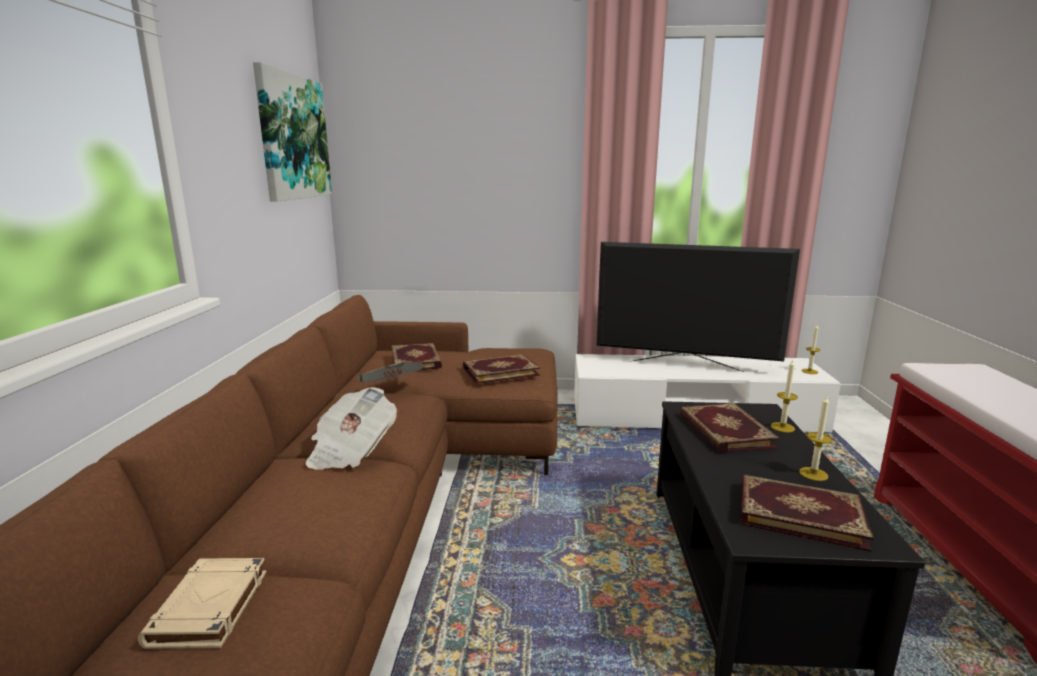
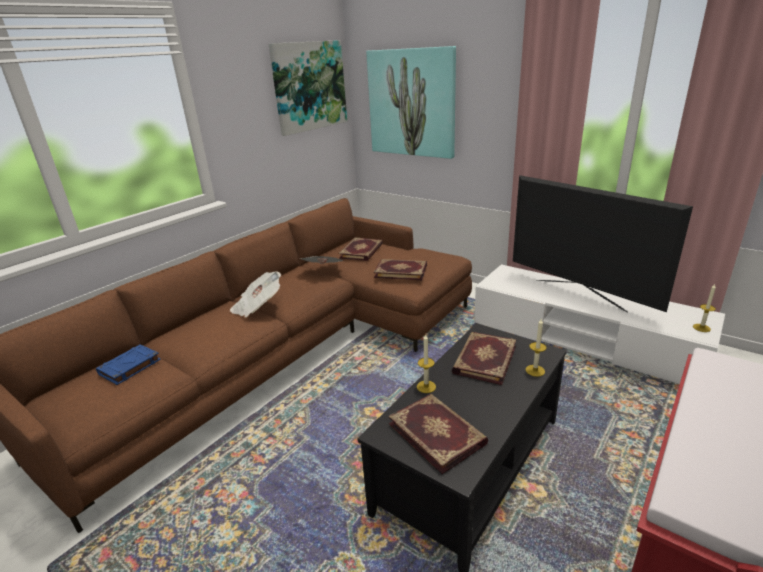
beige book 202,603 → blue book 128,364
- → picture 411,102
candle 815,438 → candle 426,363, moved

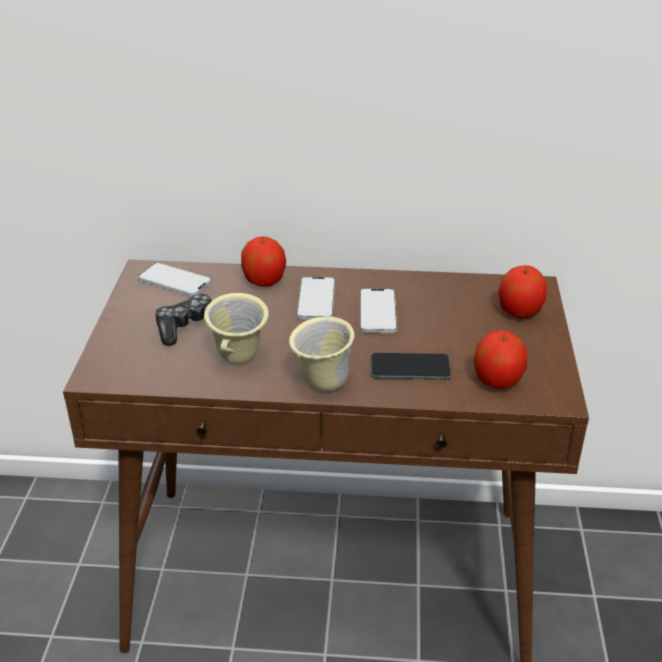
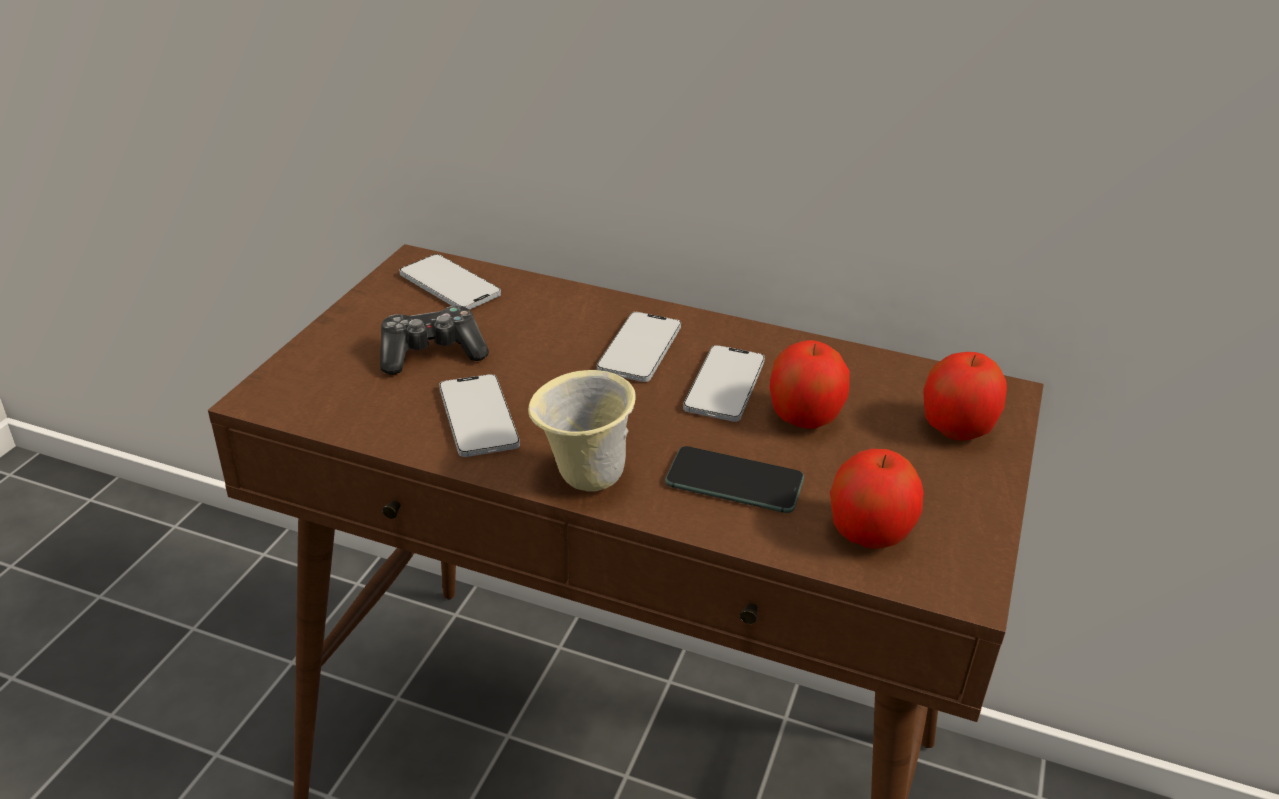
beige mug 236,328 → phone 479,415
apple 263,261 → apple 810,384, moved

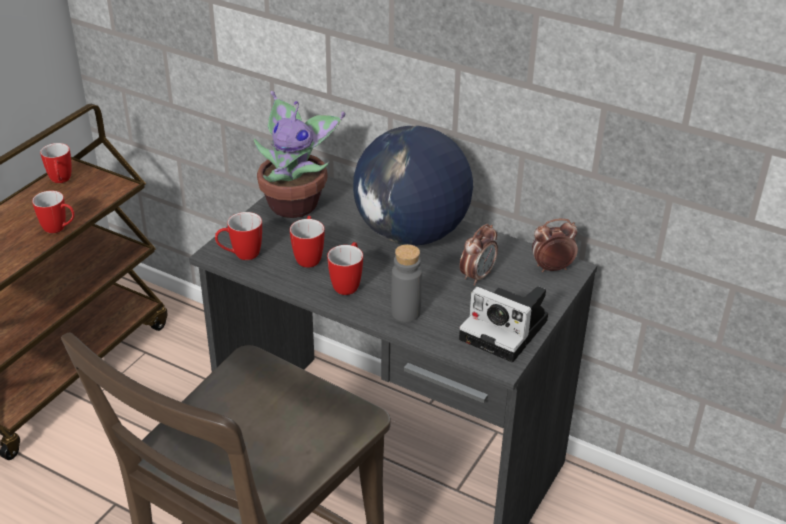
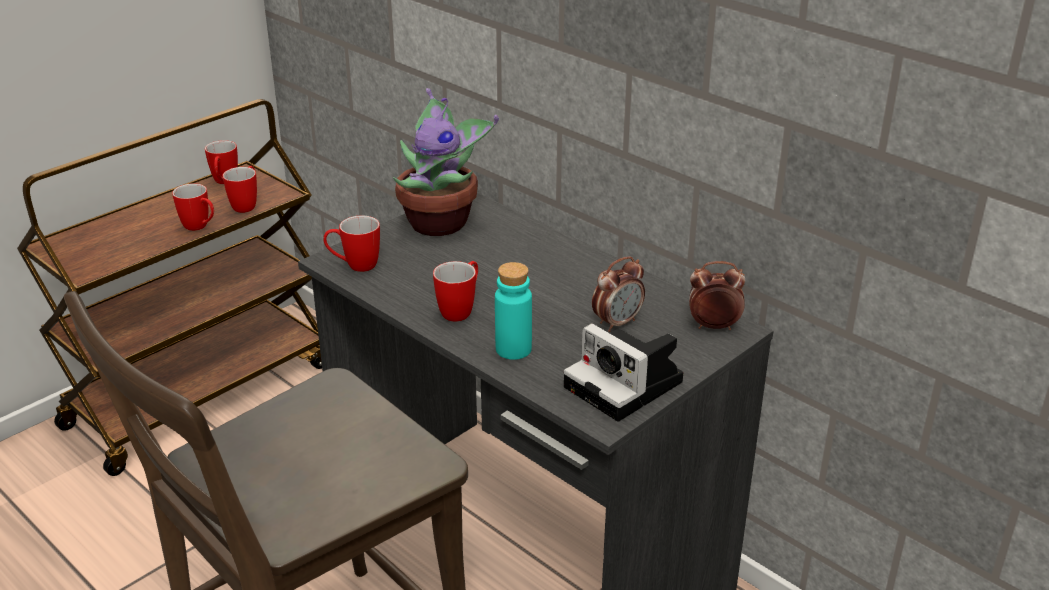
mug 307,242 → mug 239,189, moved
grey bottle 406,283 → turquoise bottle 513,311
globe 413,185 → -

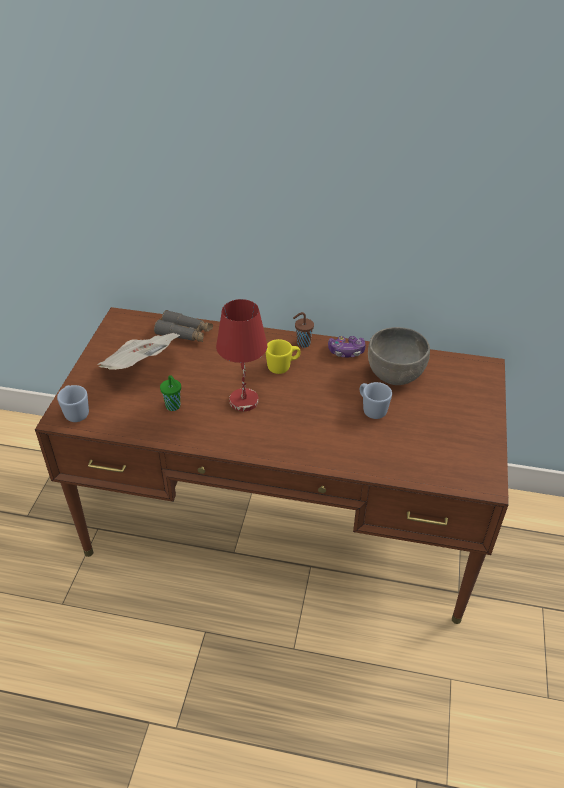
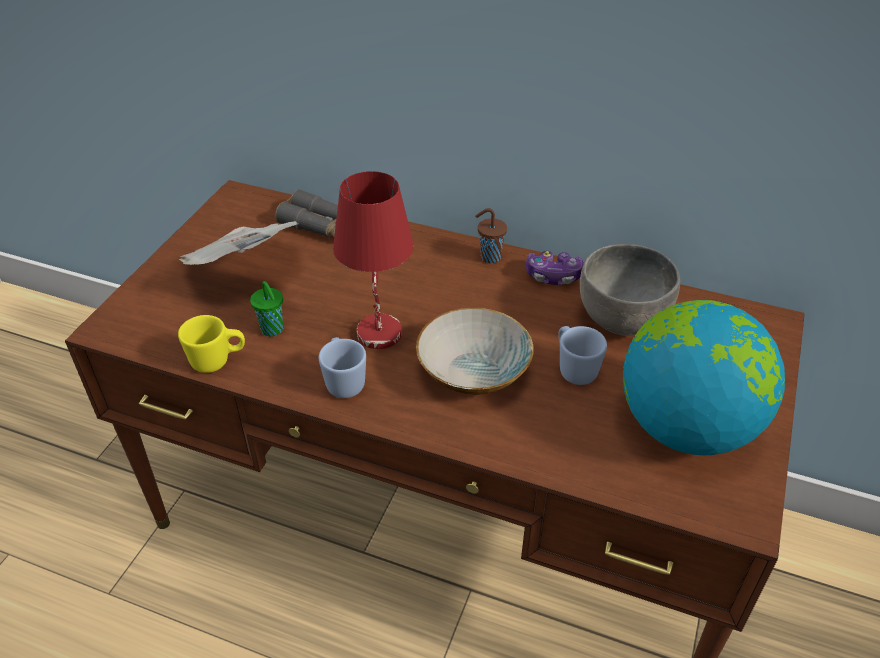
yellow mug 283,356 → yellow mug 211,344, moved
blue mug 73,403 → blue mug 342,367, moved
- → bowl 474,351
- → globe 704,377

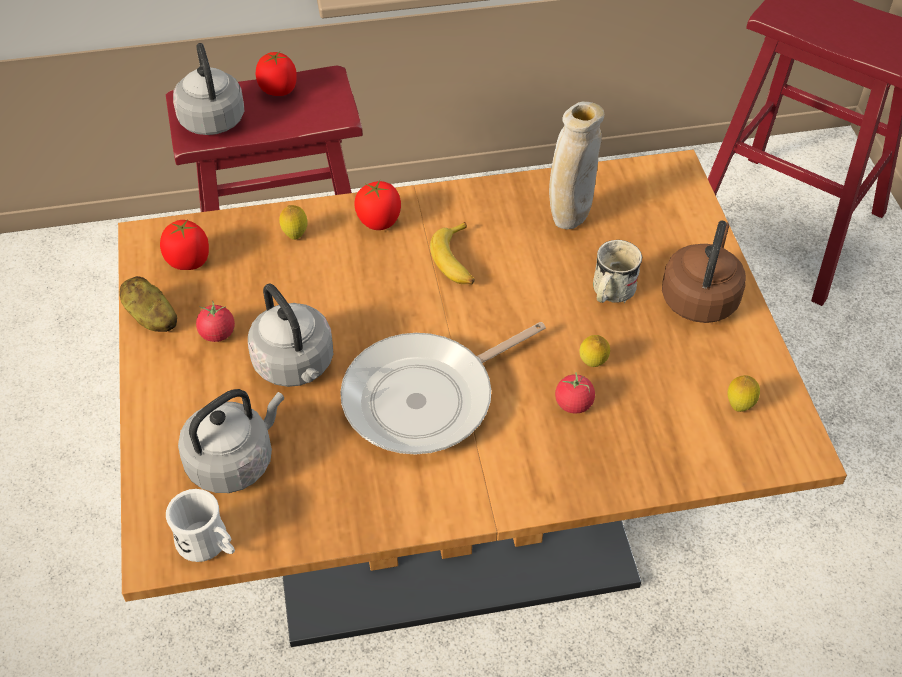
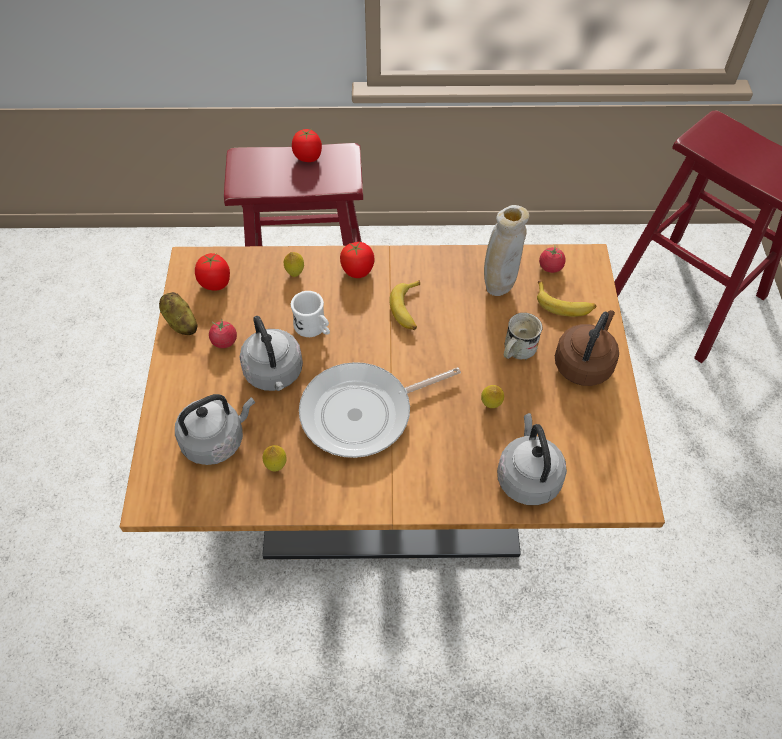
lemon 744,393 → lemon 274,458, moved
white mug 200,525 → white mug 310,314, moved
grey kettle 208,89 → grey kettle 532,459, moved
- → banana 566,299
tomato 575,393 → tomato 552,259, moved

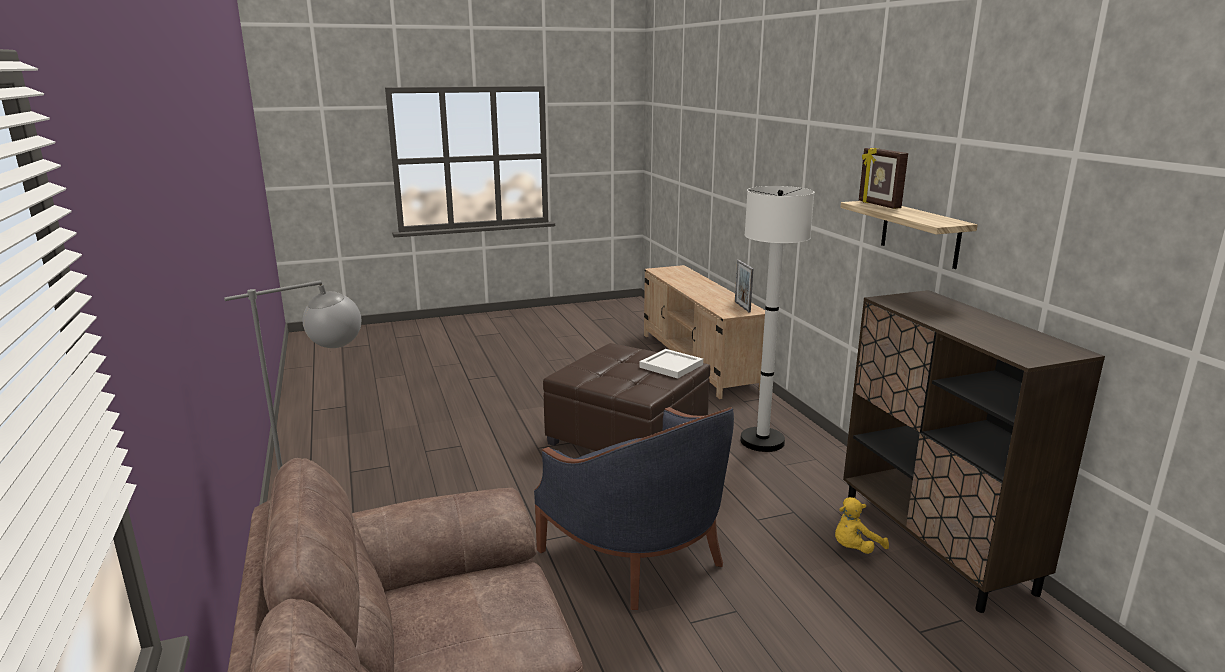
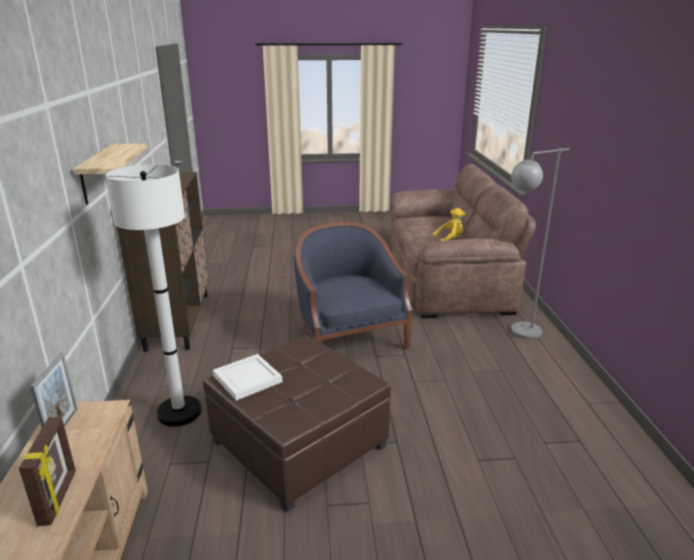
picture frame 883,178 → picture frame 47,471, moved
yellow plush toy 862,525 → yellow plush toy 448,224, moved

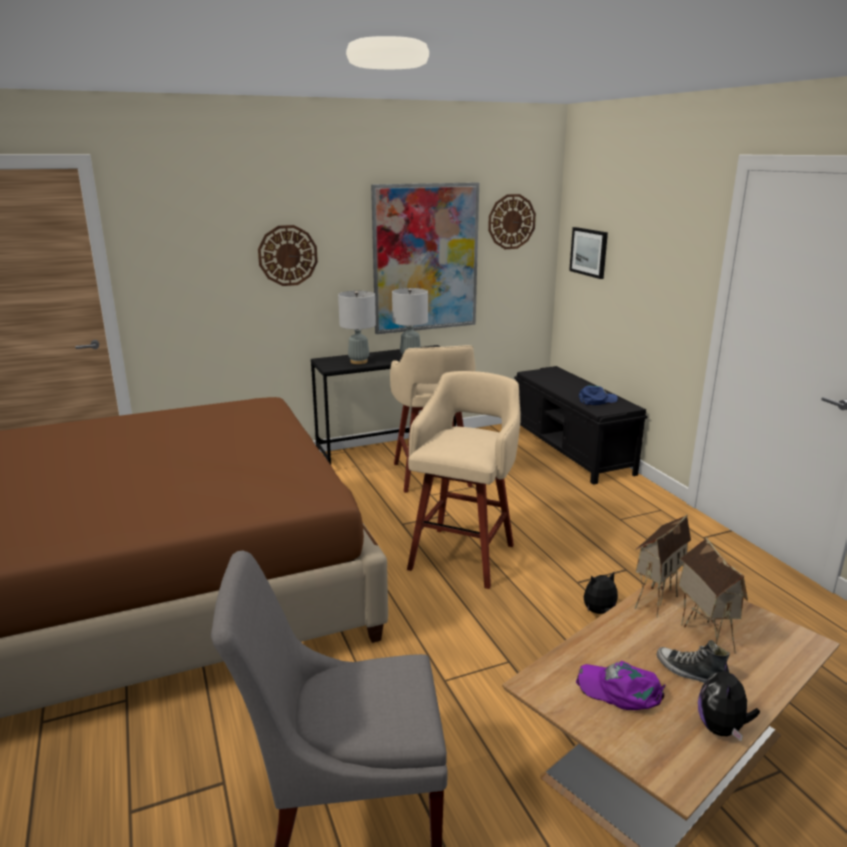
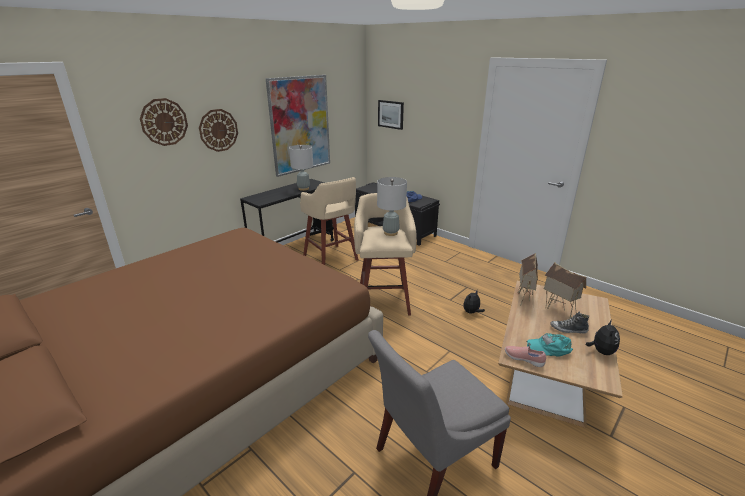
wall clock 512,221 → wall clock 164,122, moved
grey table lamp 357,327 → grey table lamp 392,206, moved
- → pink shoe 525,356
purple cap 621,685 → turquoise cap 550,345
plush toy 729,700 → plush toy 603,337, 150 degrees counterclockwise

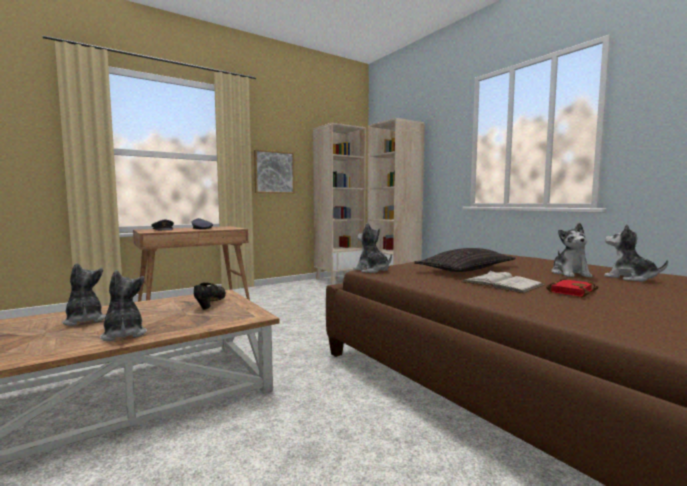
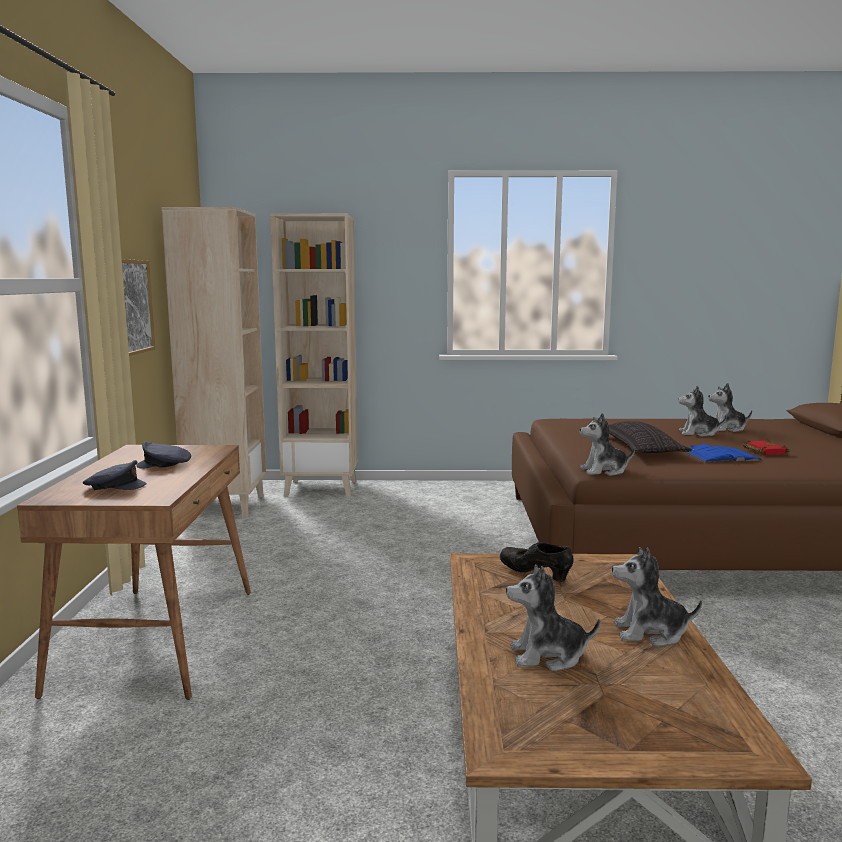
plush toy 571,250 → plush toy 702,411, 150 degrees clockwise
white book 502,281 → blue book 723,453

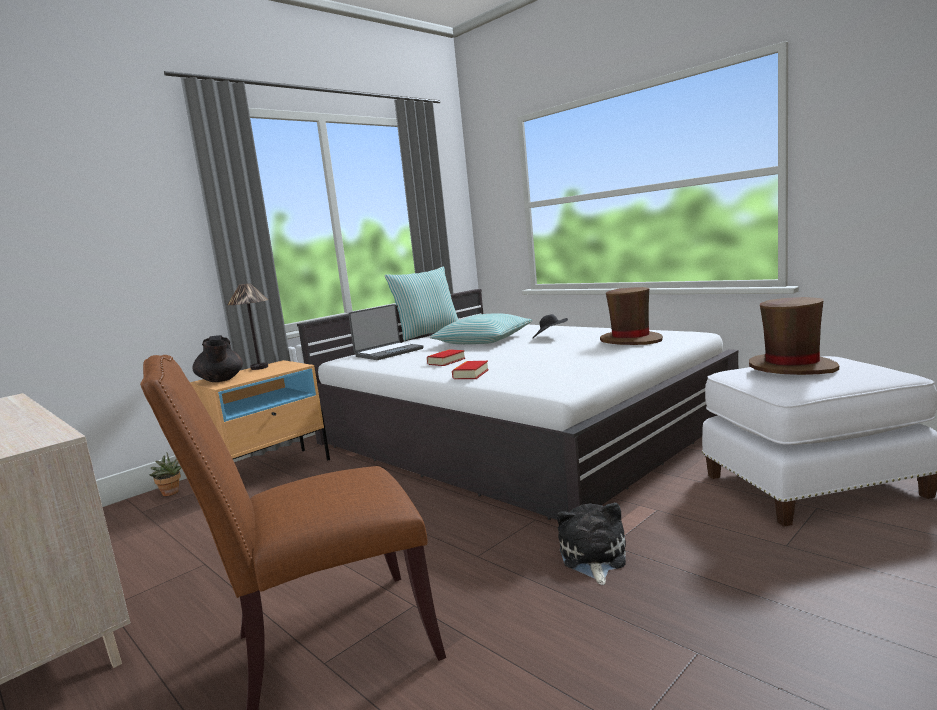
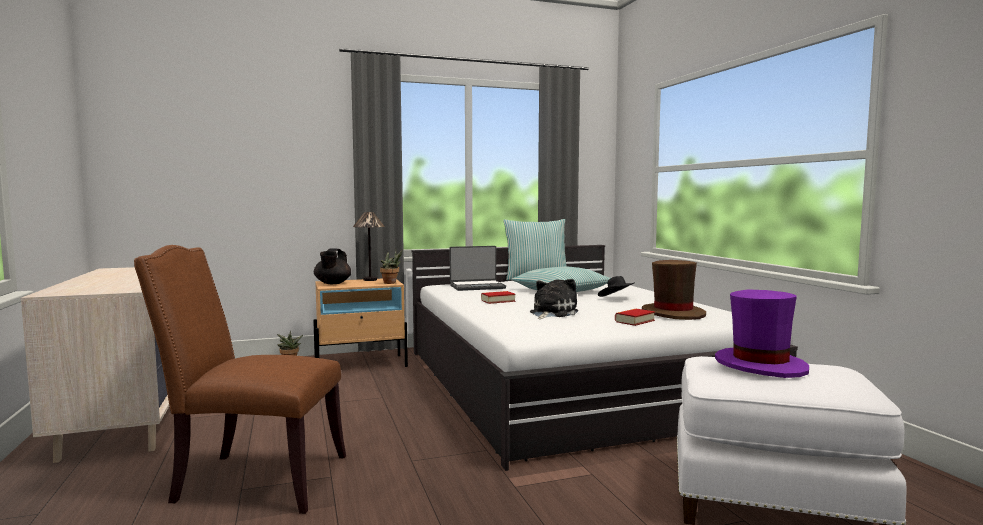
- → potted plant 391,267
plush toy 591,544 → plush toy 554,299, moved
book 470,370 → book 635,317, moved
brown hat 794,336 → purple hat 762,333

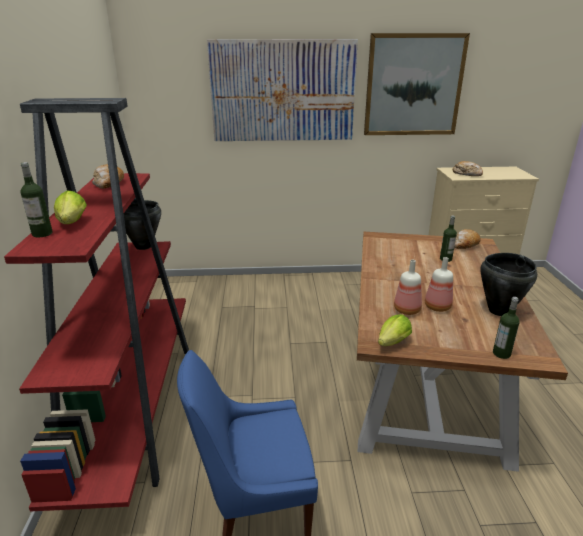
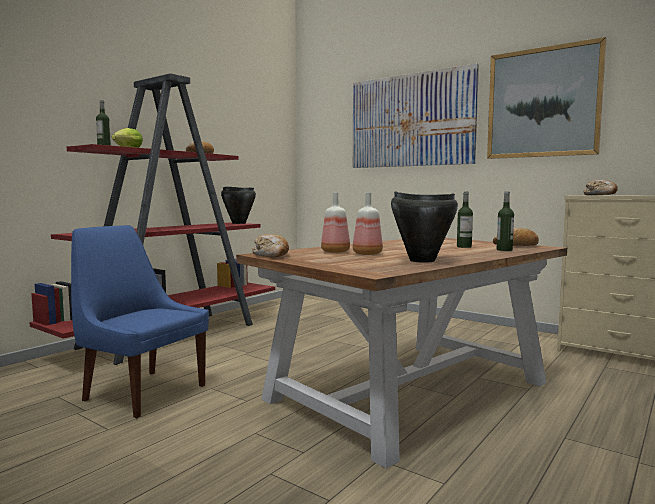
lettuce 395,330 → bread 270,245
bottle 506,328 → bottle 505,221, moved

